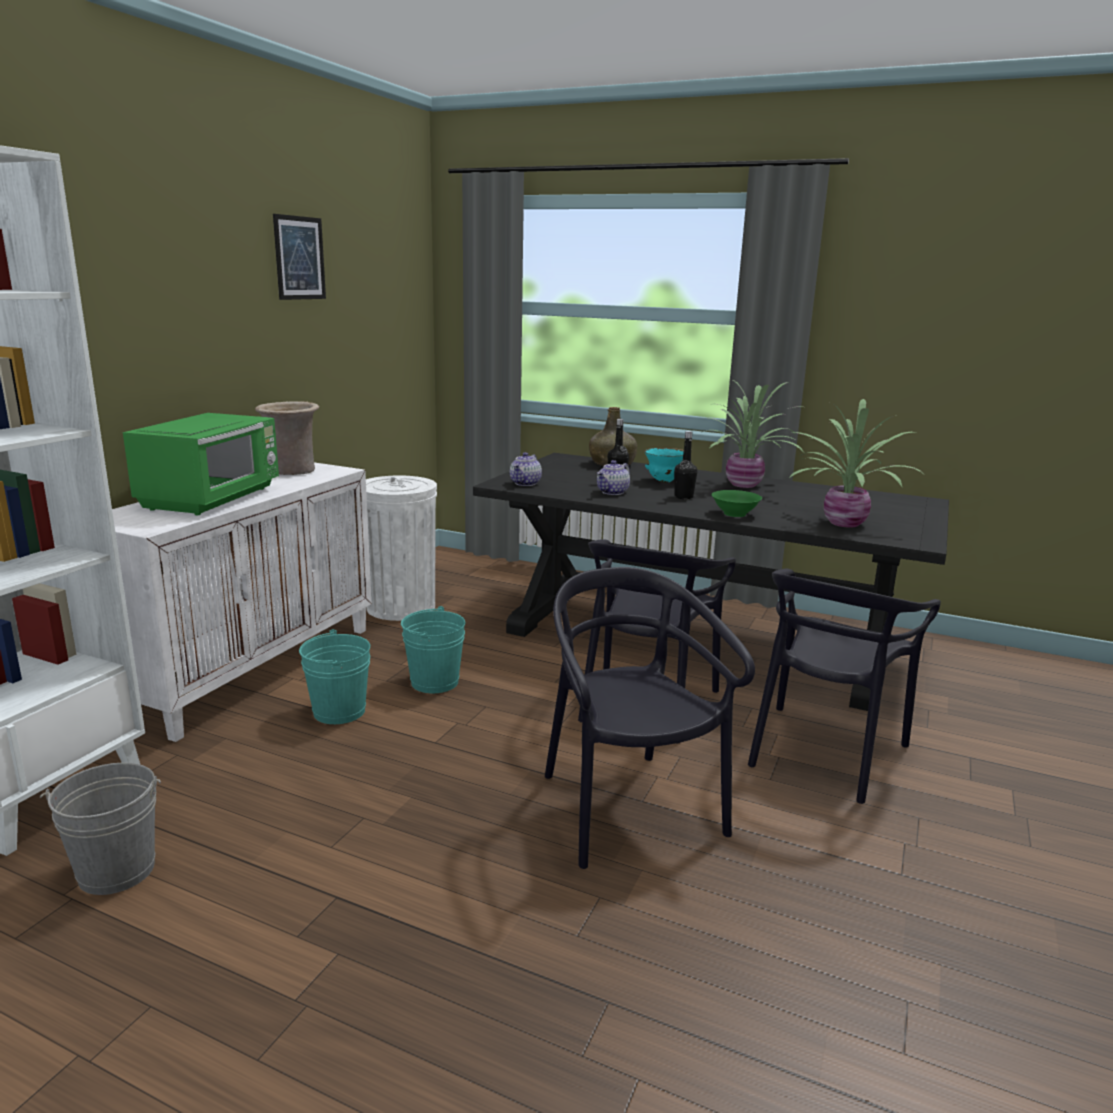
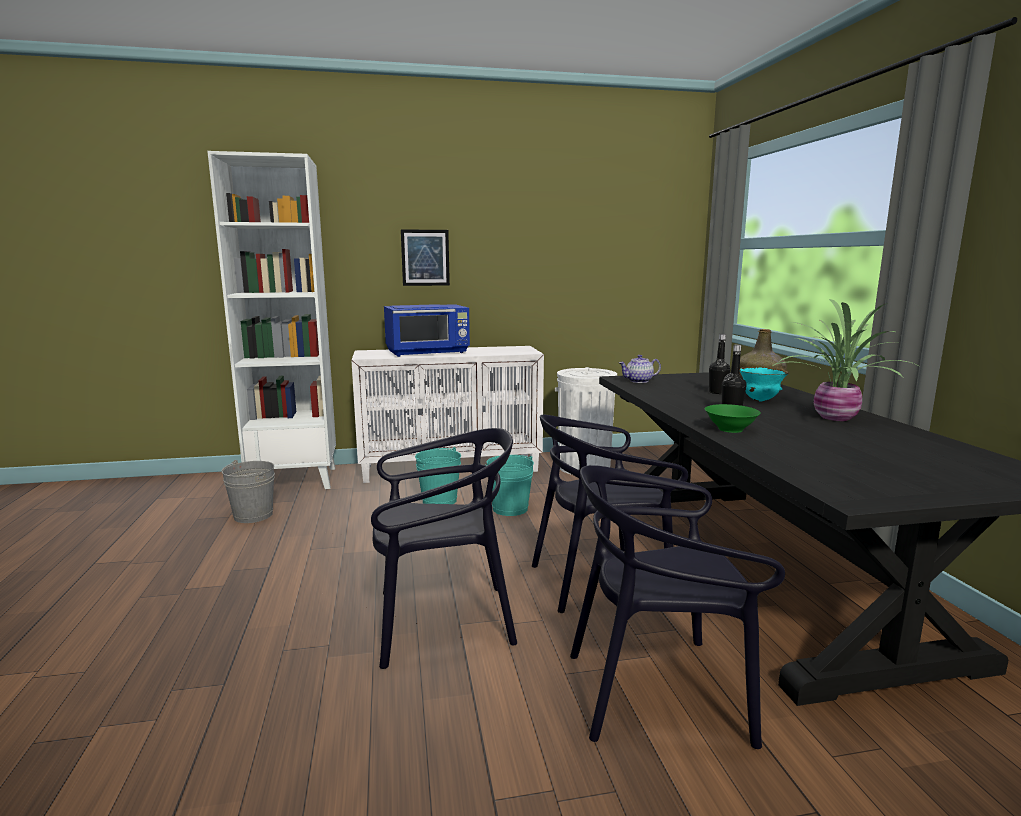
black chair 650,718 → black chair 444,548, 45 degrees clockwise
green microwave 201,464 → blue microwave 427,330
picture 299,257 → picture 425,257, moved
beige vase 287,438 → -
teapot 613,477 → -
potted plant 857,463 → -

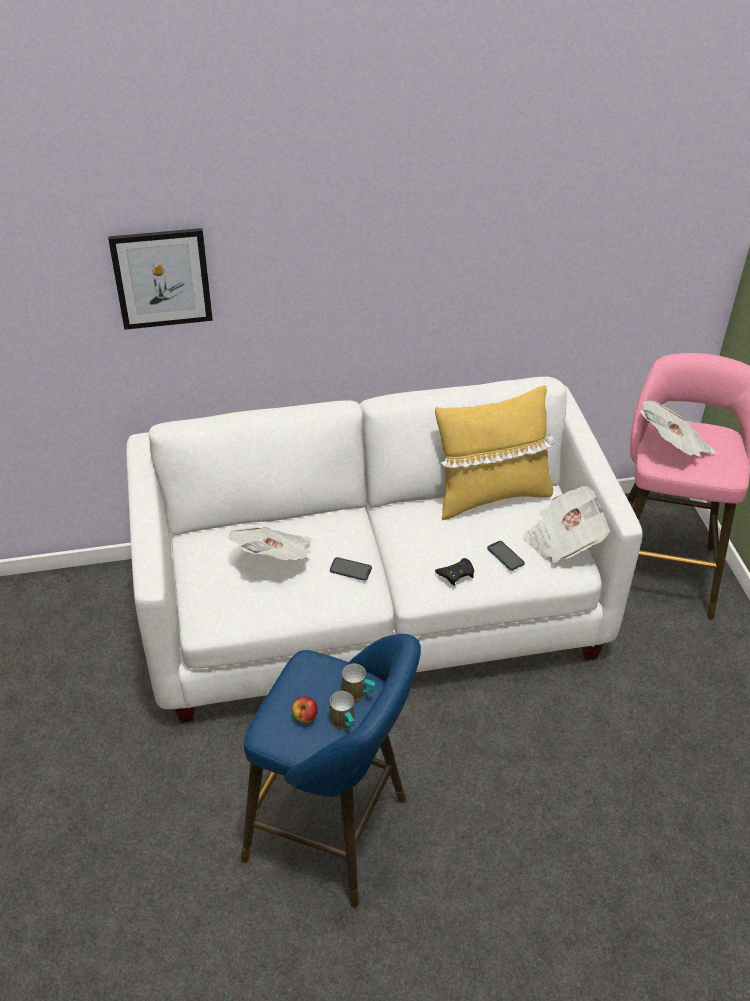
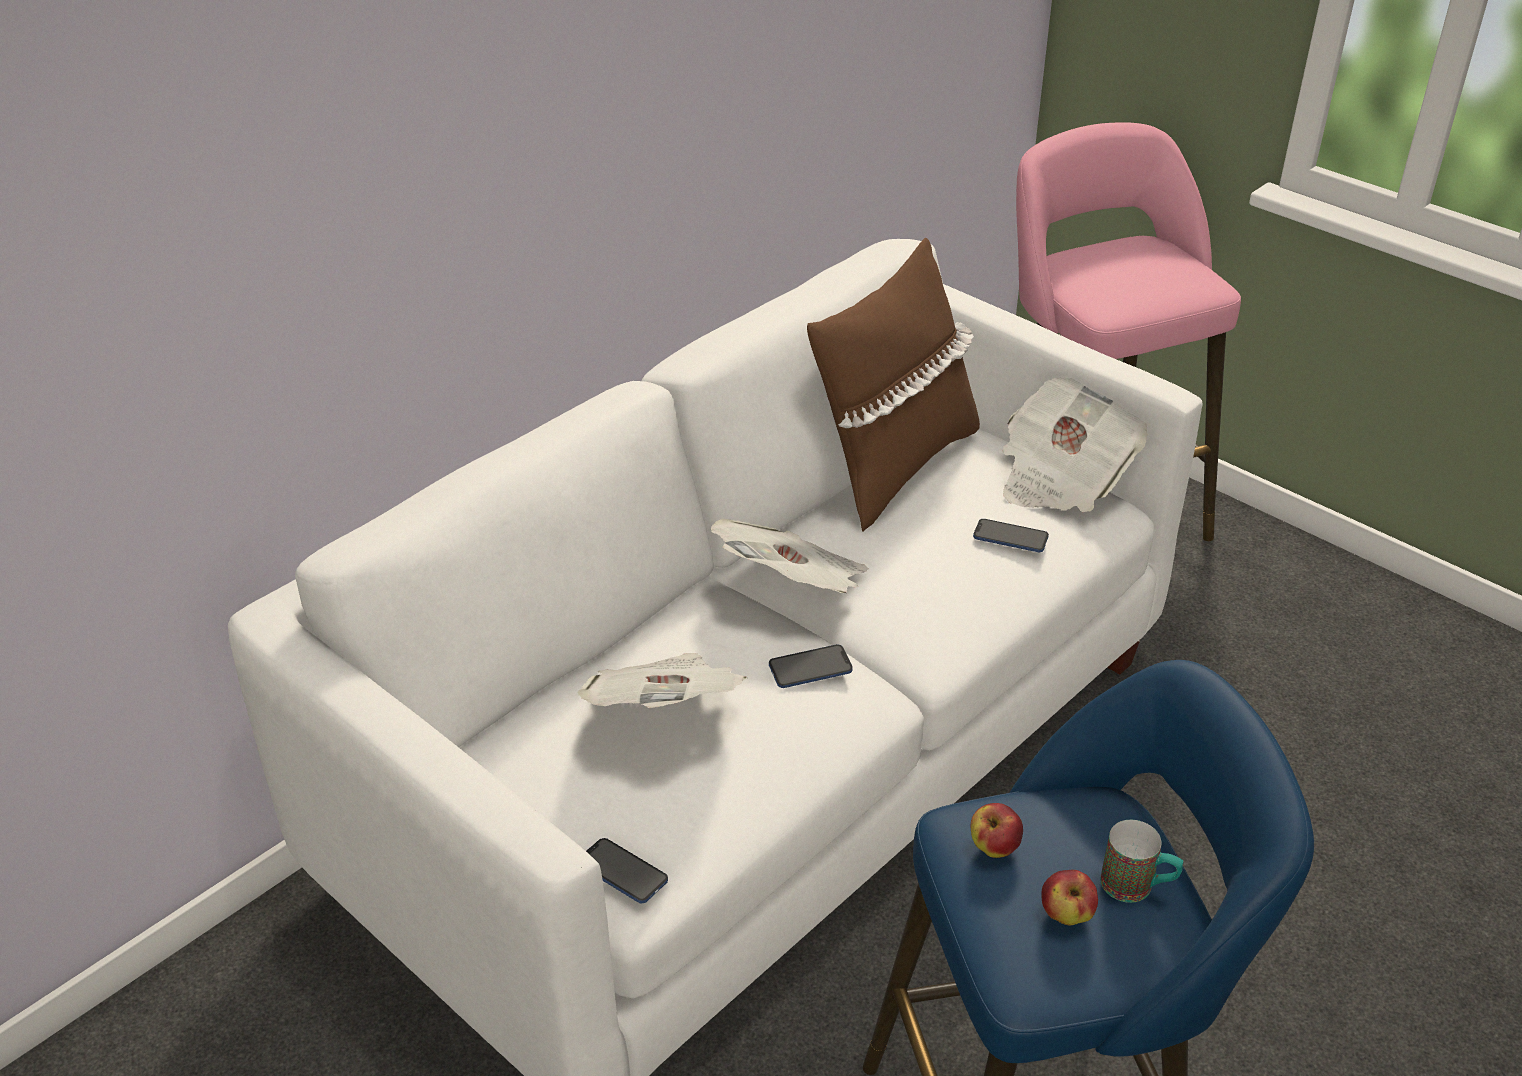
- → phone 627,870
newspaper 678,428 → newspaper 789,556, moved
yellow pillow 494,452 → brown pillow 893,385
- → apple 996,830
picture 160,279 → -
mug 359,682 → -
black game controller 454,572 → -

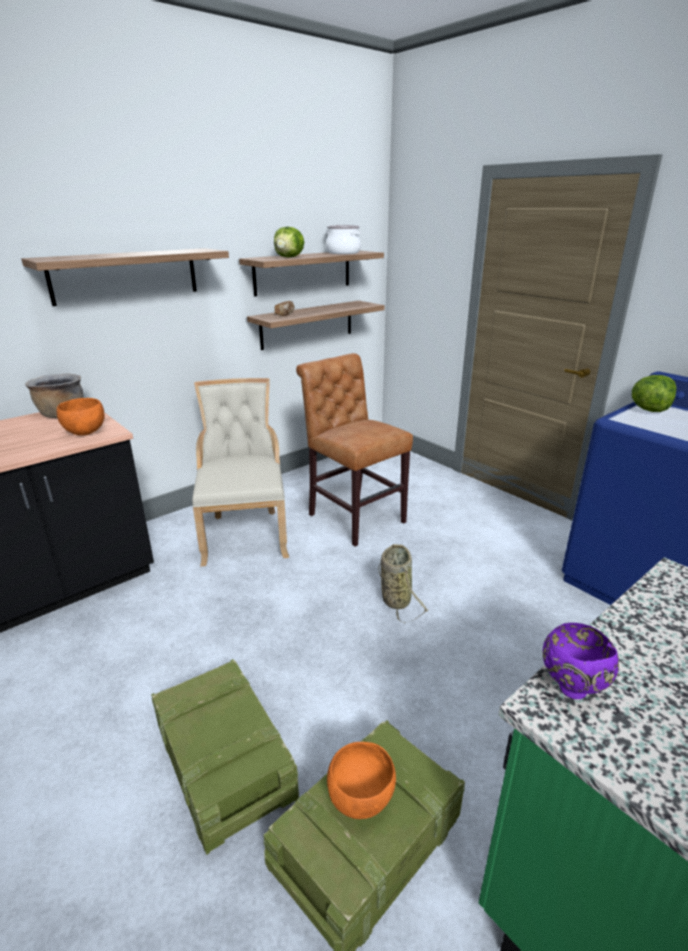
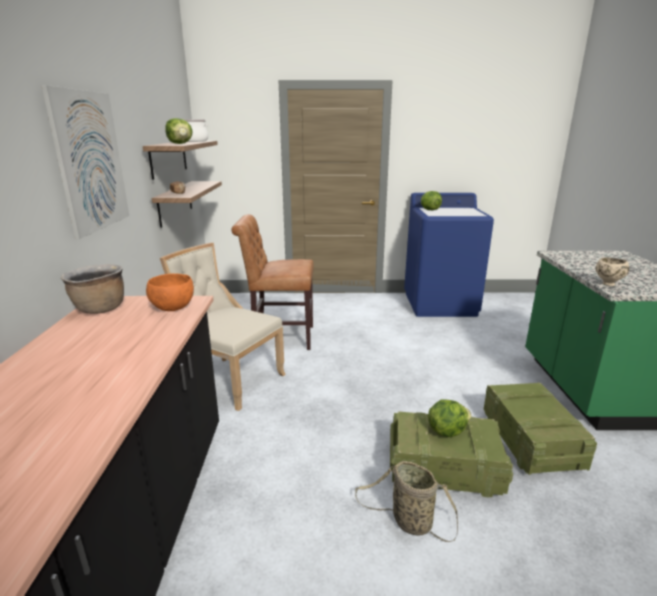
shelf 125,277 → picture 85,162
basket 403,583 → basket 406,501, moved
- → lettuce 449,418
purple bowl 580,661 → beige bowl 612,271
orange bowl 361,780 → -

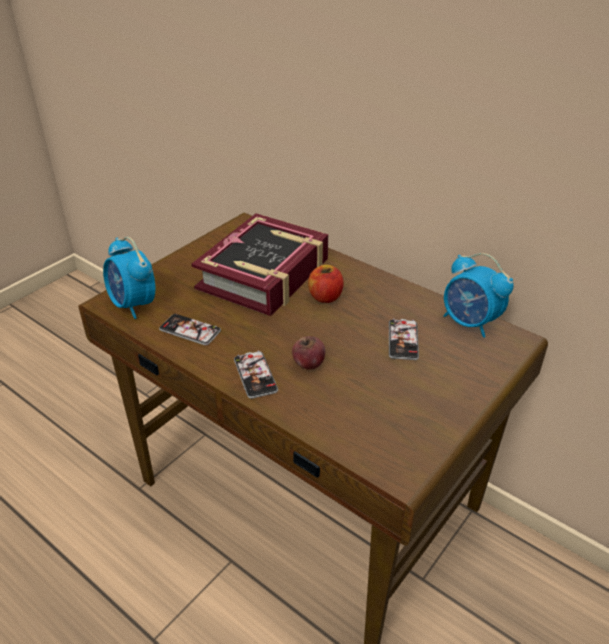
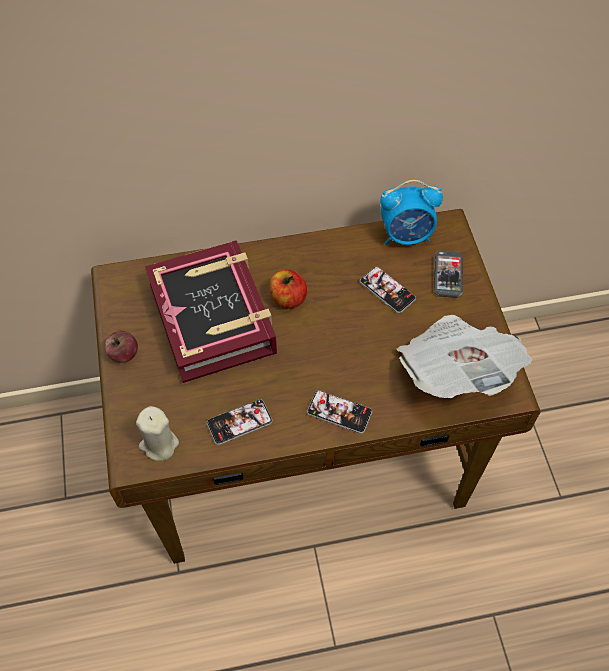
apple 308,353 → apple 121,347, moved
alarm clock 129,278 → beige candle 157,433
- → newspaper 464,356
- → phone 448,274

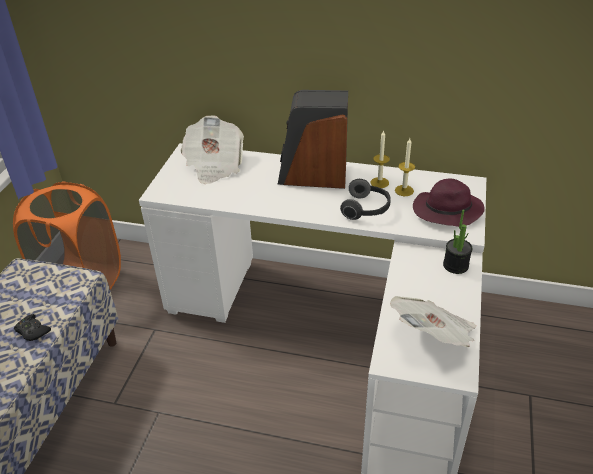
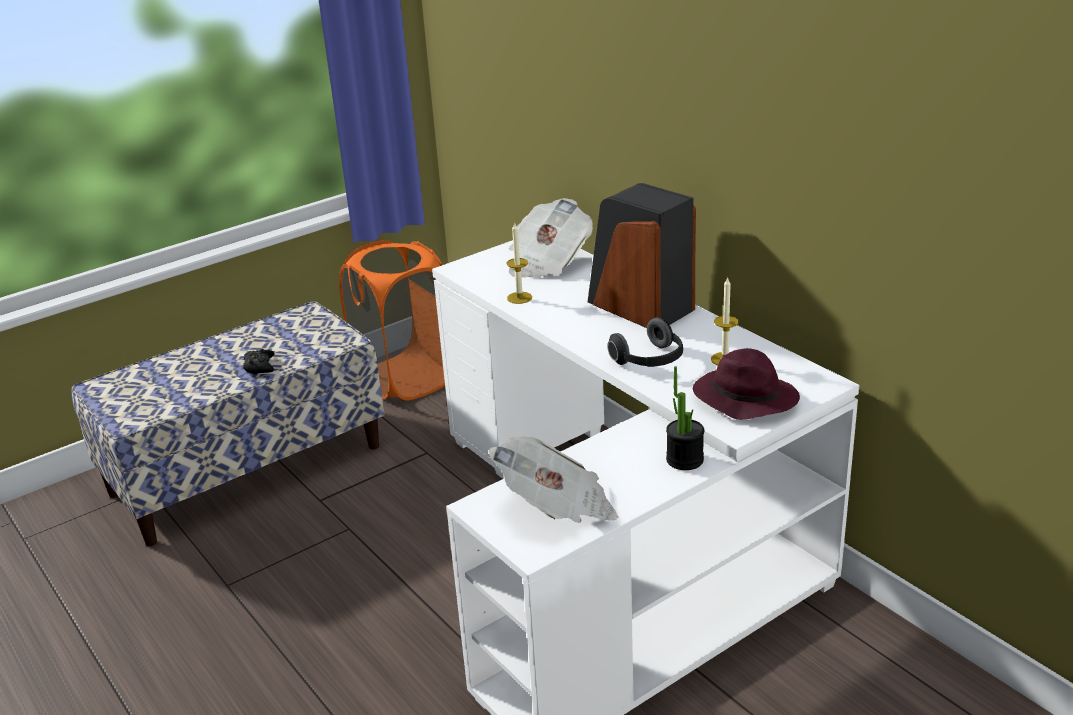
candle 380,159 → candle 519,263, moved

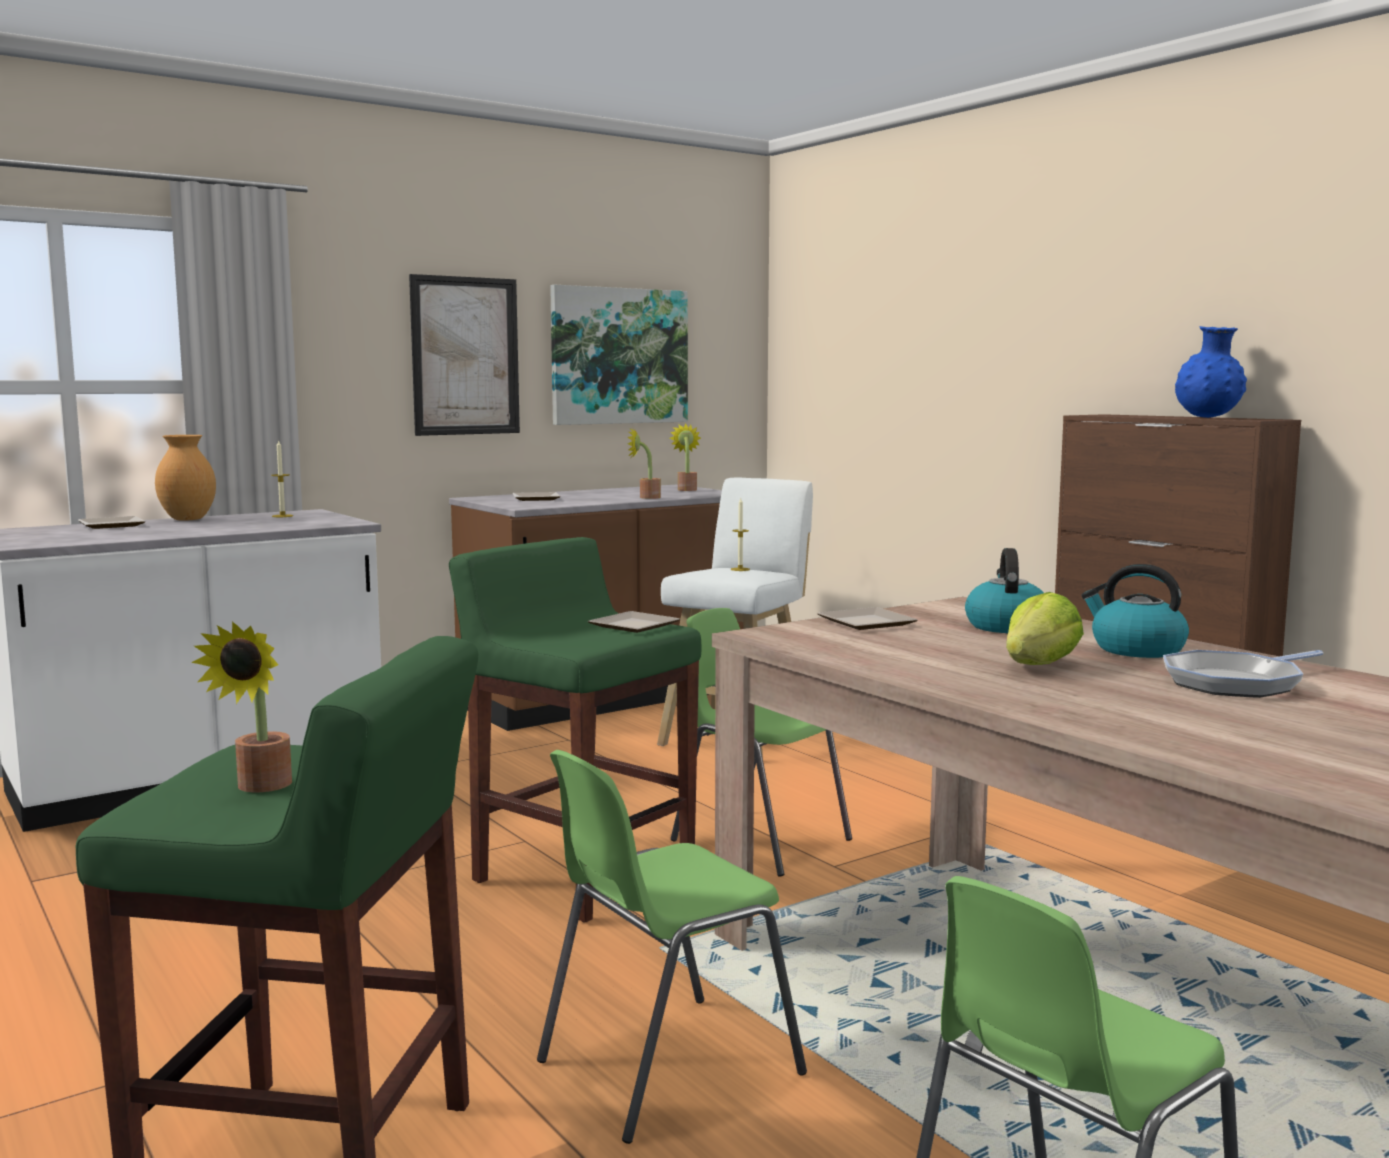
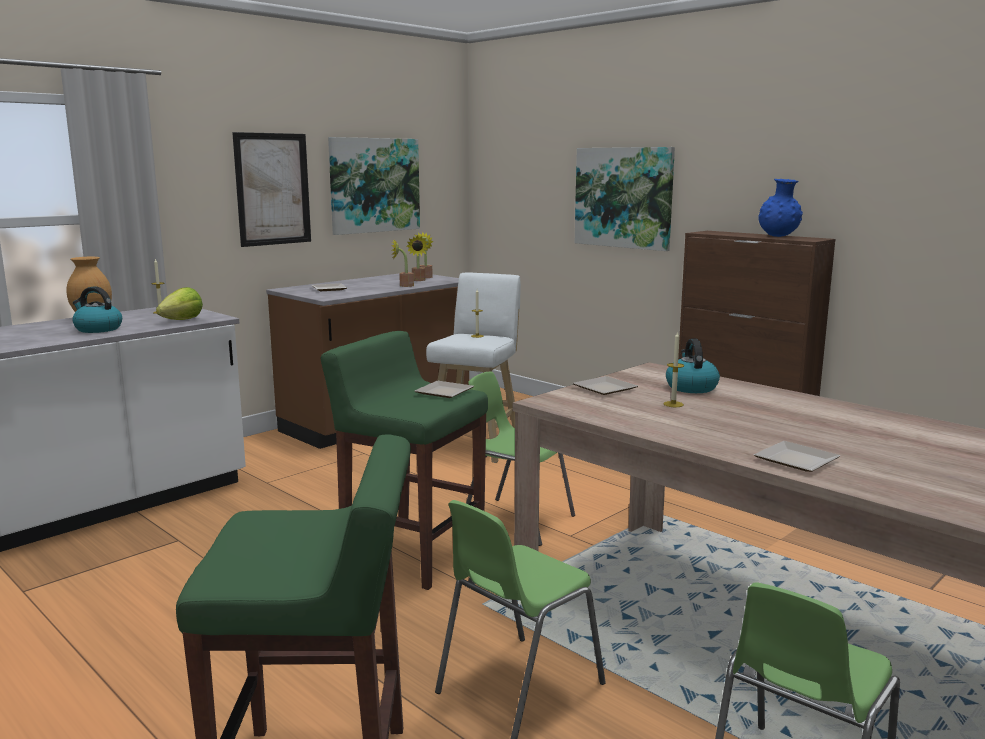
kettle 1135,611 → kettle 97,310, moved
lettuce 1045,628 → lettuce 179,303, moved
potted plant 241,707 → potted plant 418,258, moved
- → picture 625,199
- → candle 674,369
plate 112,522 → plate 797,456, moved
frying pan 1243,674 → -

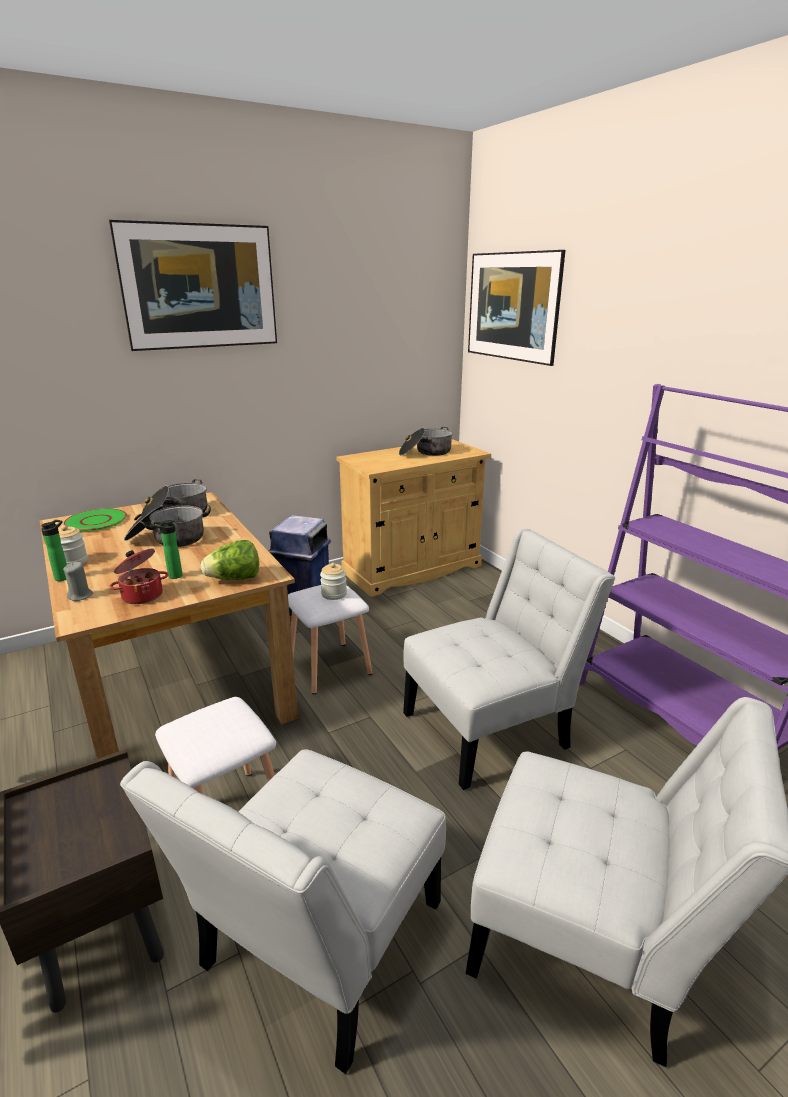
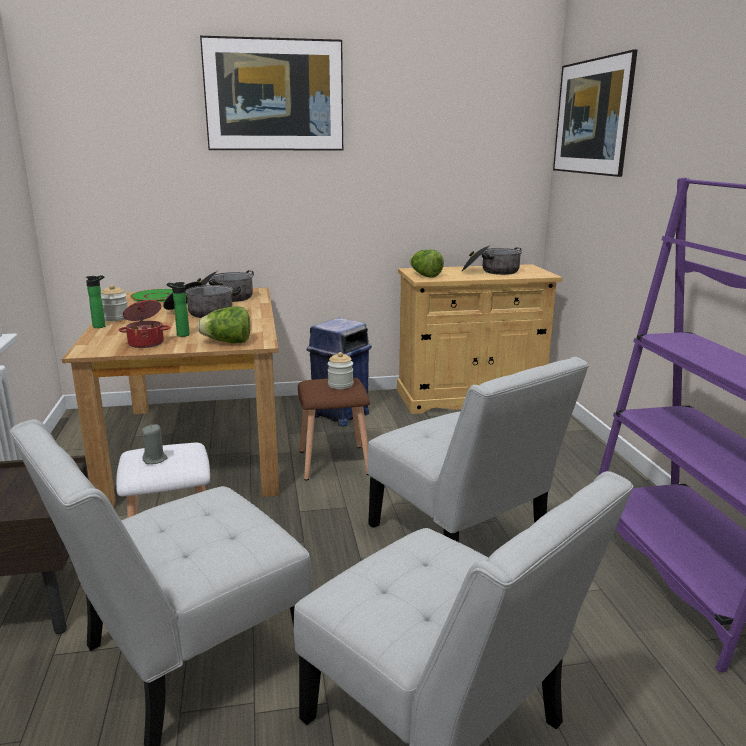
grey candle 78,581 → grey candle 154,444, moved
white stool 330,639 → brown stool 334,429
white chair 509,659 → white chair 478,449, 60 degrees clockwise
- → lettuce 427,263

